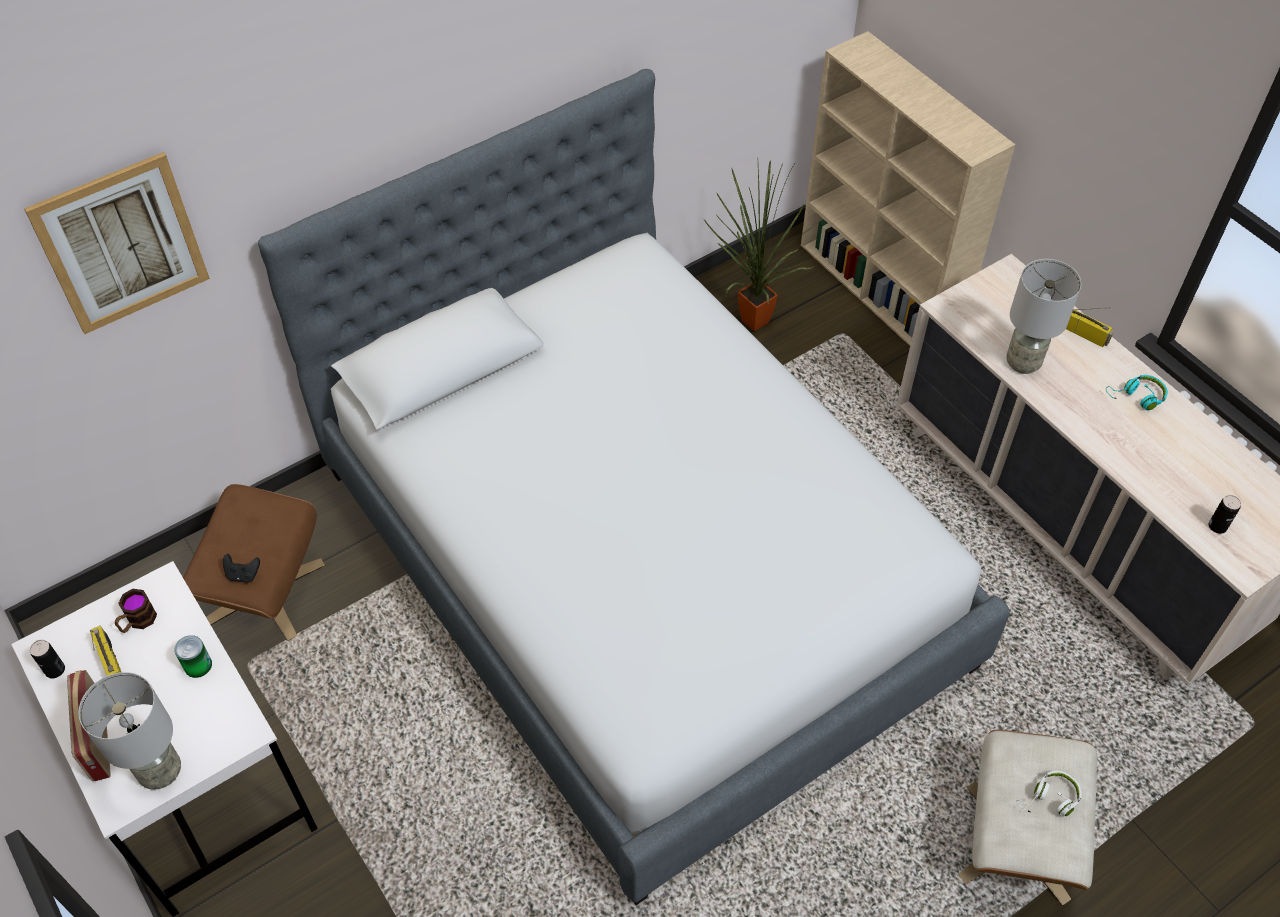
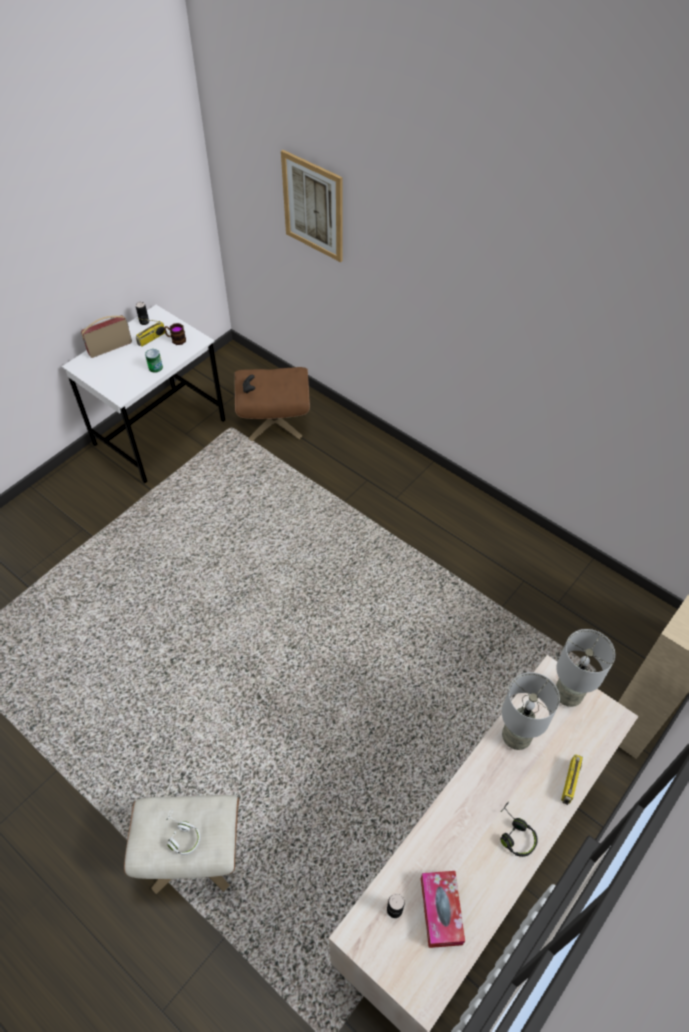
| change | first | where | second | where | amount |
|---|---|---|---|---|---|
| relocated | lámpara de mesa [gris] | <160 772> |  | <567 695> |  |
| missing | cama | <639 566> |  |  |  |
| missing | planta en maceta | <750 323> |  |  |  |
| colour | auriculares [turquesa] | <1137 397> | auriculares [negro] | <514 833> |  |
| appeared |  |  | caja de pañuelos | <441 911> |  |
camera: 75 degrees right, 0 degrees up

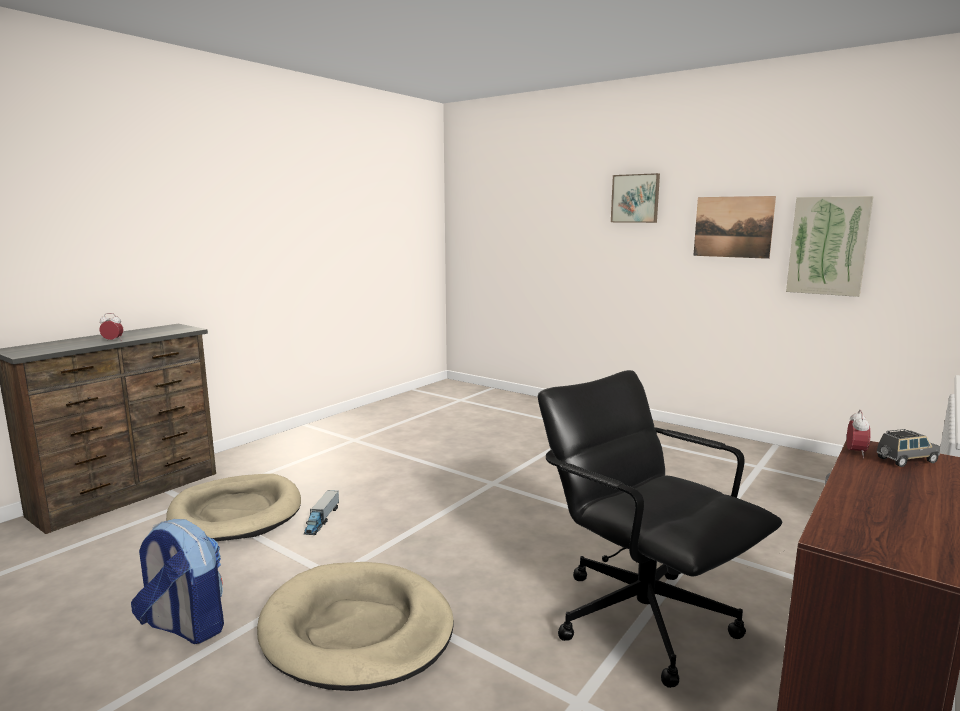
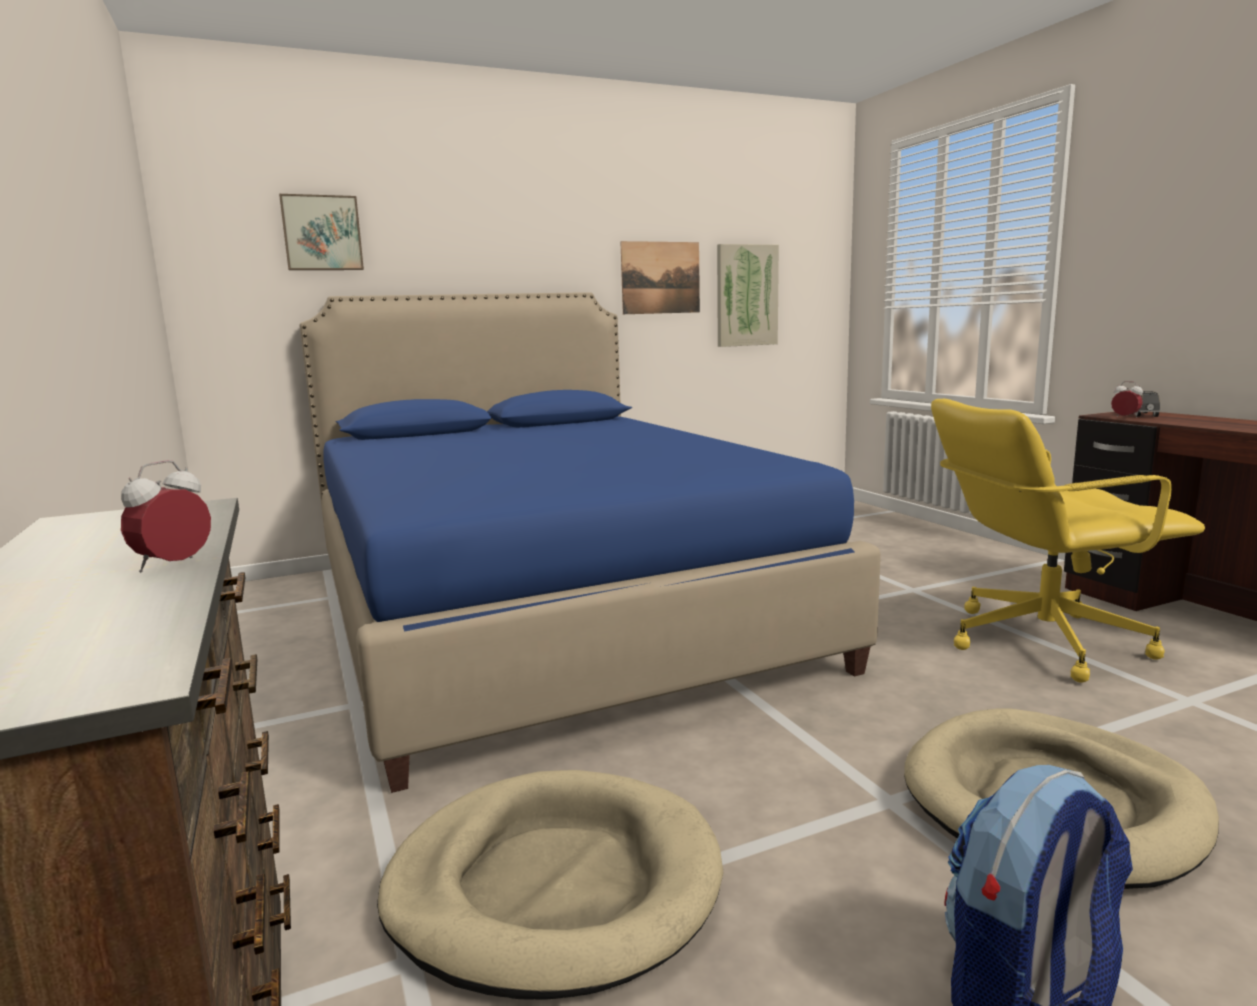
| change | first | where | second | where | amount |
|---|---|---|---|---|---|
| missing | camión de juguete | <322 520> |  |  |  |
| colour | silla de oficina [negro] | <642 618> | silla de oficina [amarillo] | <1041 641> |  |
| relocated | cuadro | <635 198> |  | <322 233> |  |
| appeared |  |  | cama [azul] | <545 612> |  |
camera: 60 degrees left, 0 degrees up

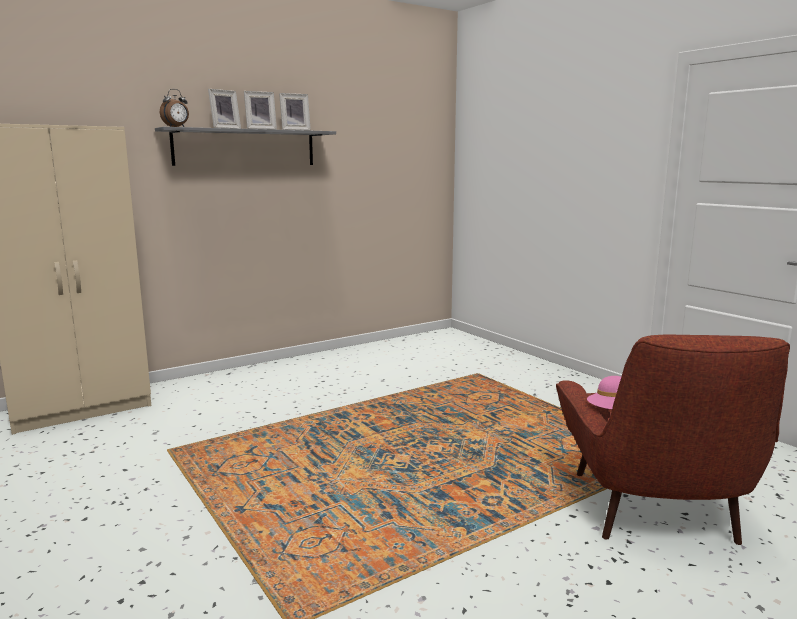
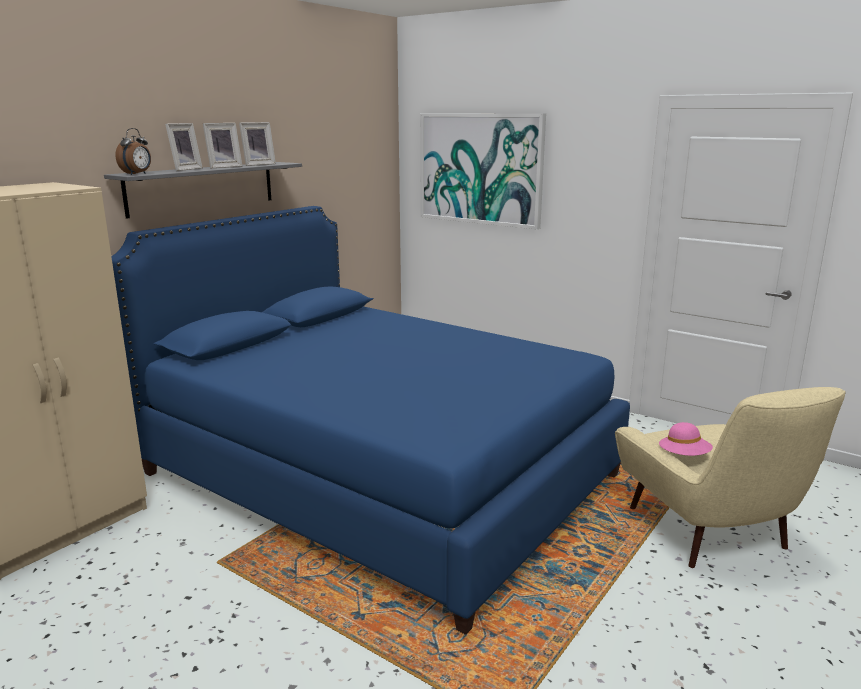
| change | first | where | second | where | amount |
|---|---|---|---|---|---|
| colour | sillón [rojo] | <654 513> | sillón [beis] | <711 533> |  |
| appeared |  |  | cama [azul] | <379 474> |  |
| appeared |  |  | cuadro | <480 169> |  |
camera: 20 degrees left, 5 degrees up

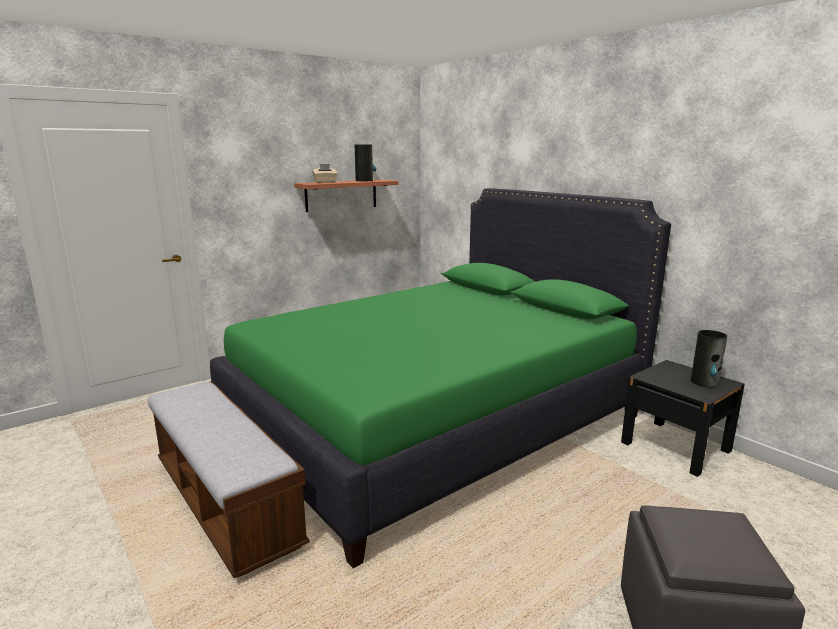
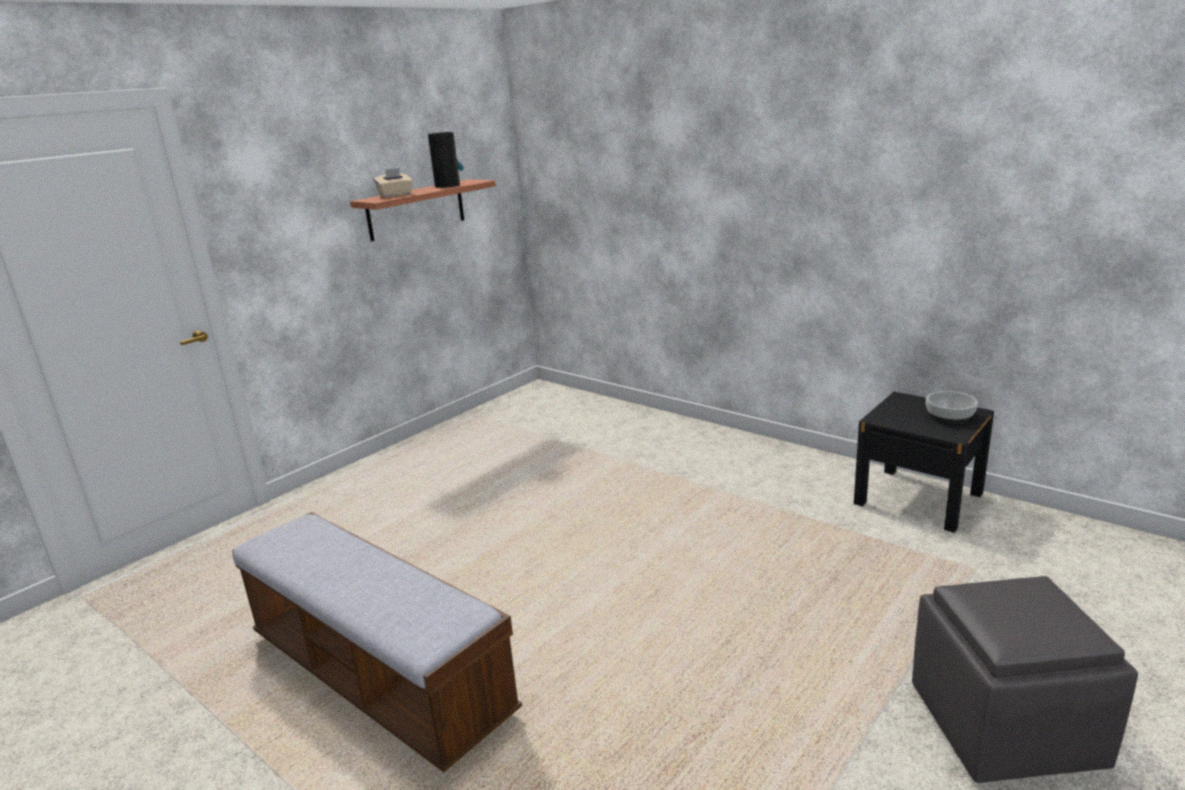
| change | first | where | second | where | amount |
|---|---|---|---|---|---|
| missing | cama [verde] | <434 421> |  |  |  |
| exchanged | florero | <705 382> | cuenco | <949 416> |  |
camera: 10 degrees left, 5 degrees up

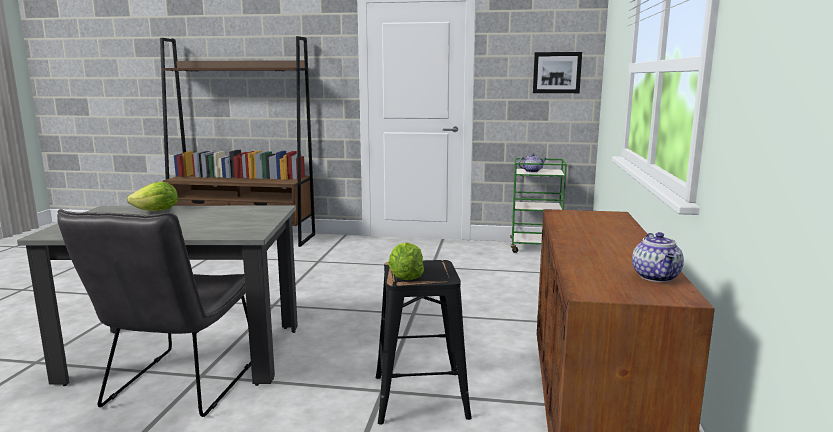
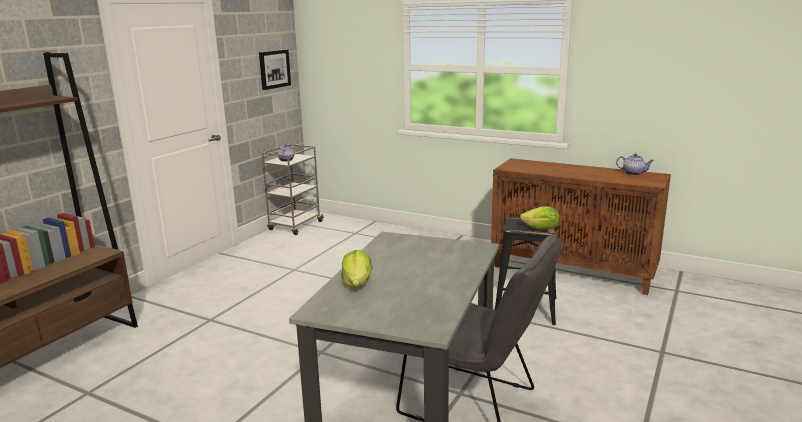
| change | first | where | second | where | amount |
|---|---|---|---|---|---|
| colour | carrito [verde] | <536 248> | carrito [gris] | <295 226> |  |
camera: 70 degrees left, 5 degrees up

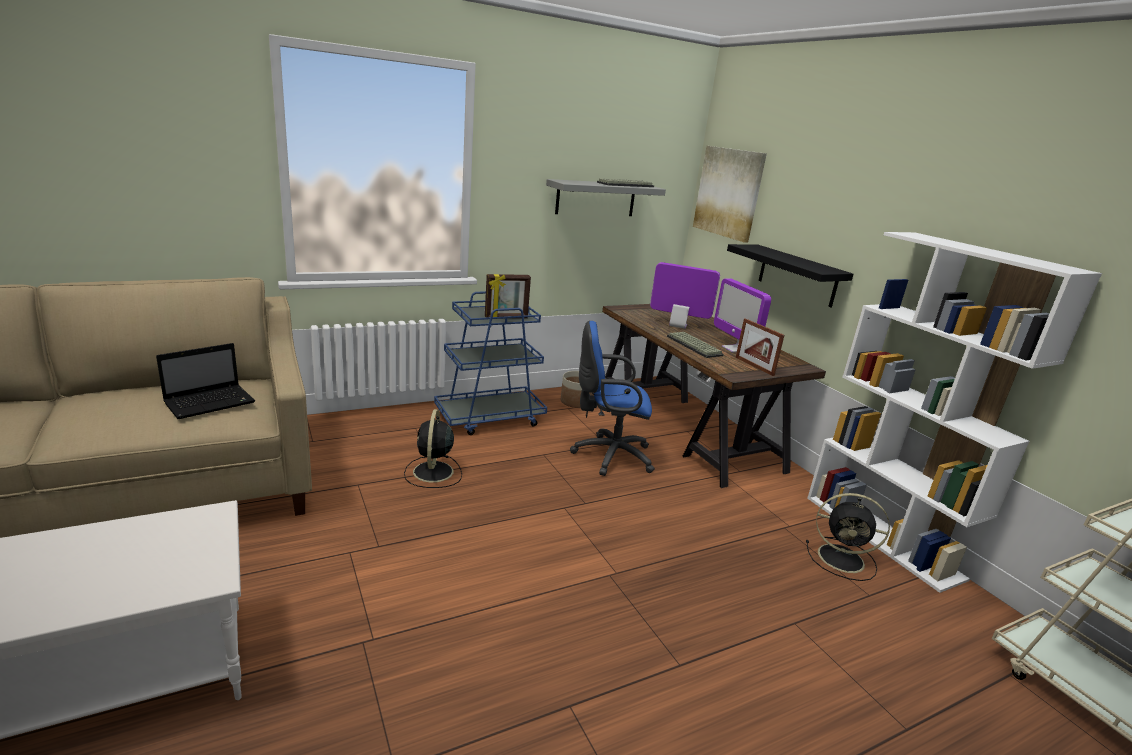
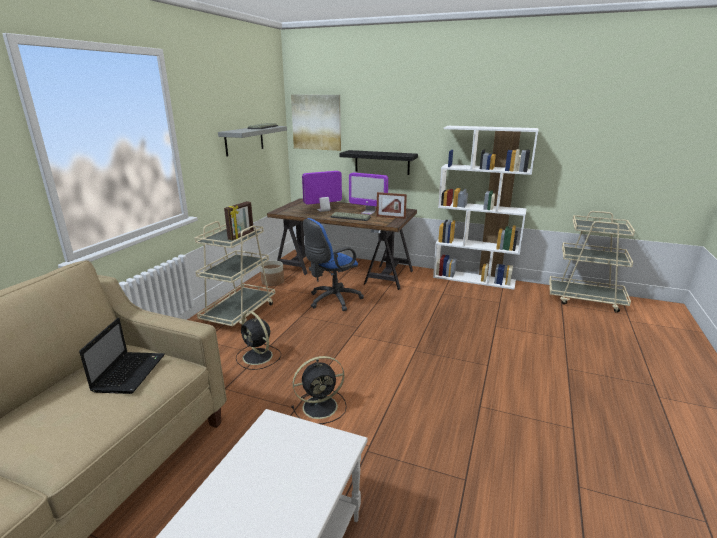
| change | first | where | second | where | amount |
|---|---|---|---|---|---|
| colour | carrito [azul] | <490 418> | carrito [beis] | <239 312> |  |
| relocated | ventilador [negro] | <843 559> |  | <321 406> |  |
camera: 40 degrees left, 0 degrees up

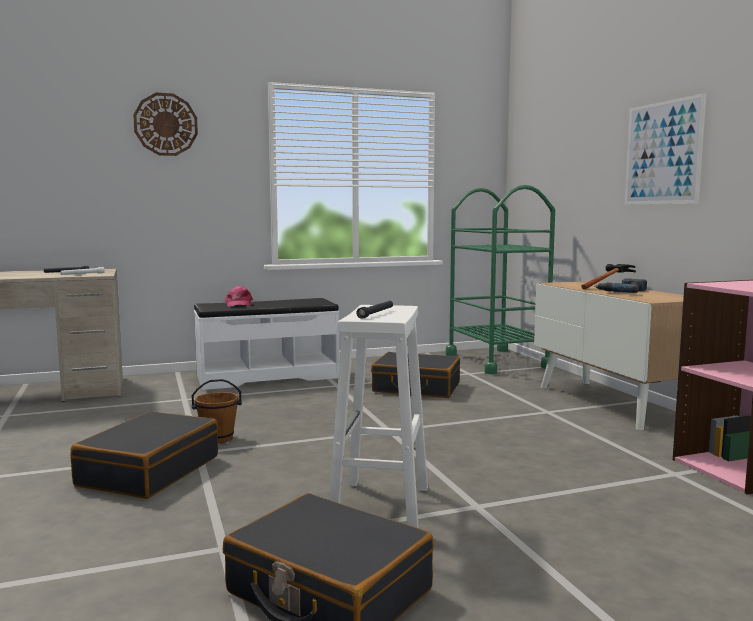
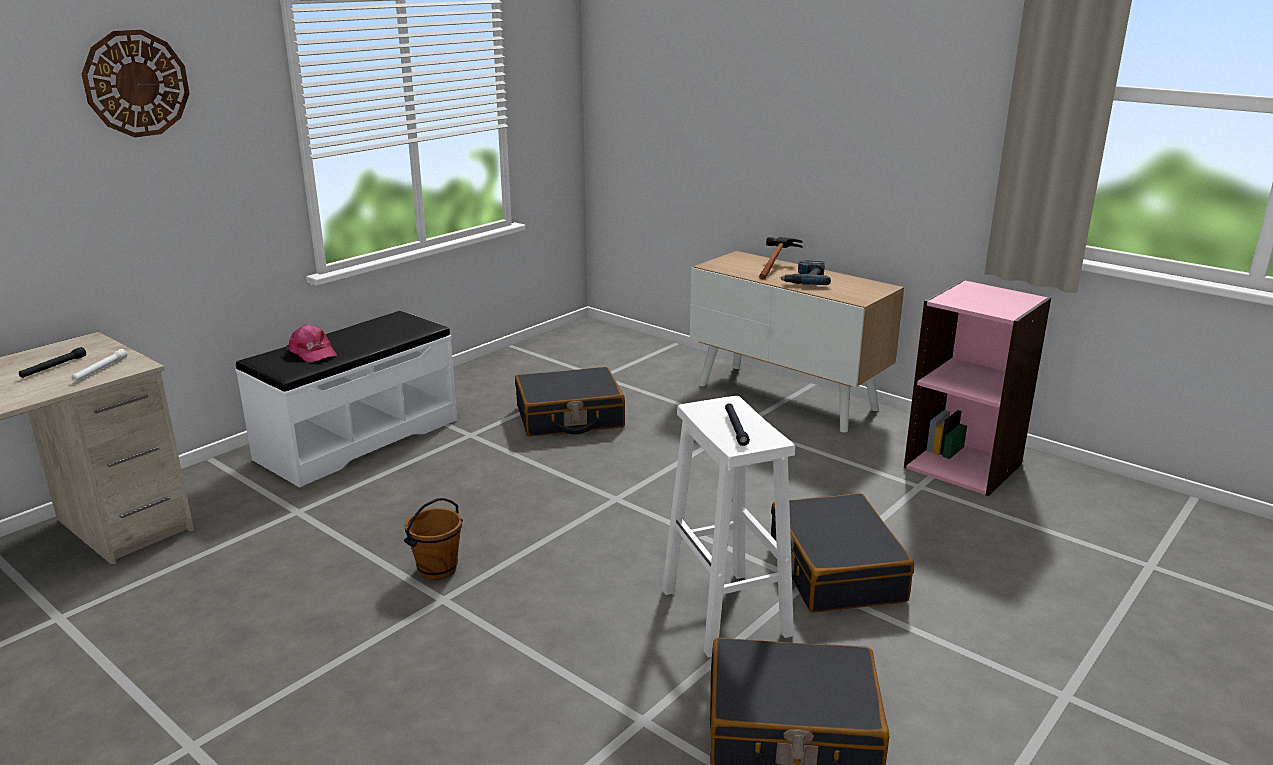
| change | first | where | second | where | amount |
|---|---|---|---|---|---|
| relocated | maleta [negro] | <149 471> |  | <834 570> |  |
| missing | carrito [verde] | <497 361> |  |  |  |
| missing | cuadro | <663 153> |  |  |  |
camera: 30 degrees left, 15 degrees up

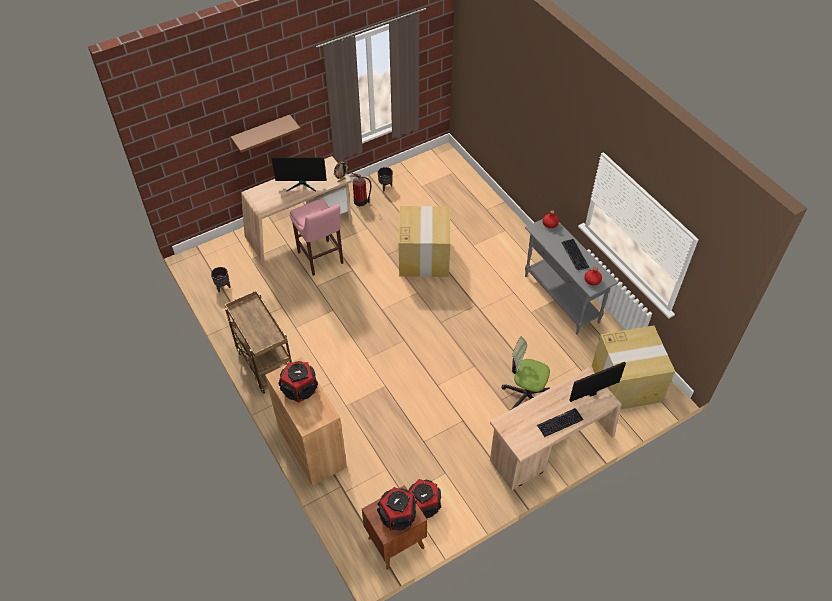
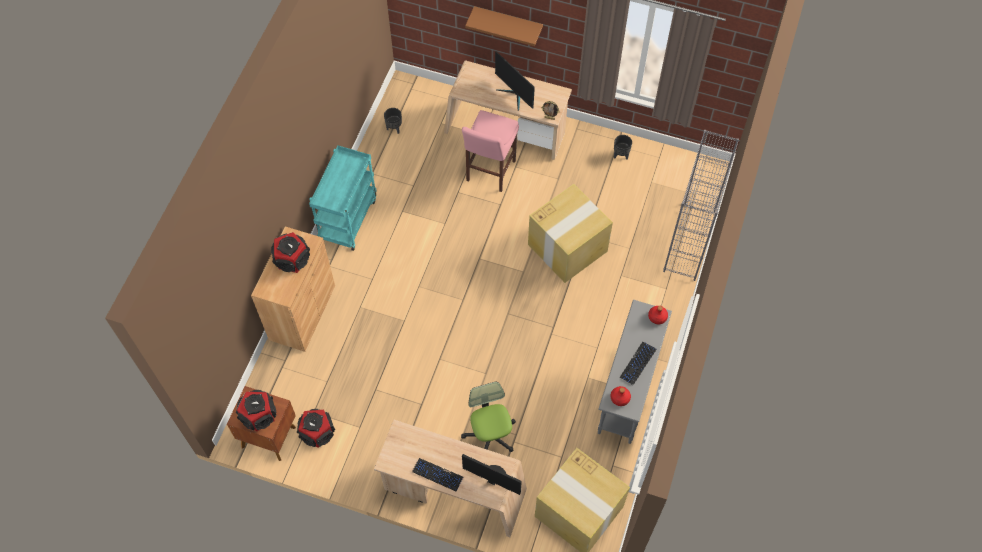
| change | first | where | second | where | amount |
|---|---|---|---|---|---|
| colour | carrito [marrón] | <264 364> | carrito [turquesa] | <348 218> |  |
| missing | extintor | <361 201> |  |  |  |
| appeared |  |  | estantería [gris] | <689 241> |  |
camera: 50 degrees right, 10 degrees up

